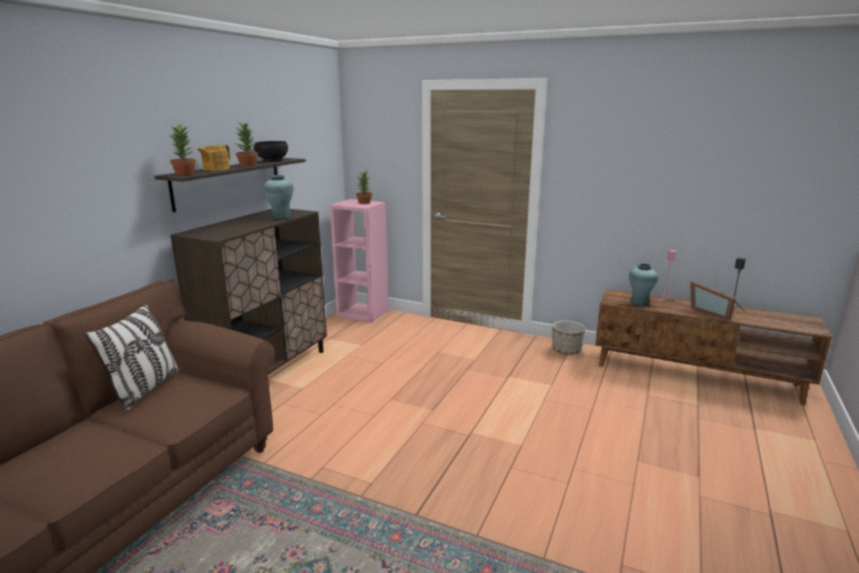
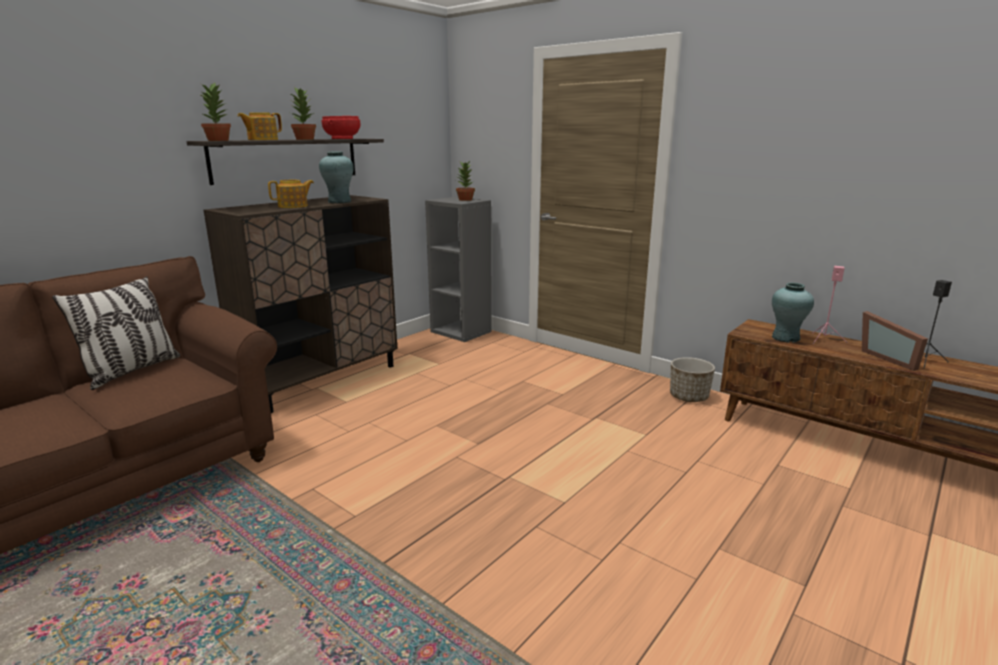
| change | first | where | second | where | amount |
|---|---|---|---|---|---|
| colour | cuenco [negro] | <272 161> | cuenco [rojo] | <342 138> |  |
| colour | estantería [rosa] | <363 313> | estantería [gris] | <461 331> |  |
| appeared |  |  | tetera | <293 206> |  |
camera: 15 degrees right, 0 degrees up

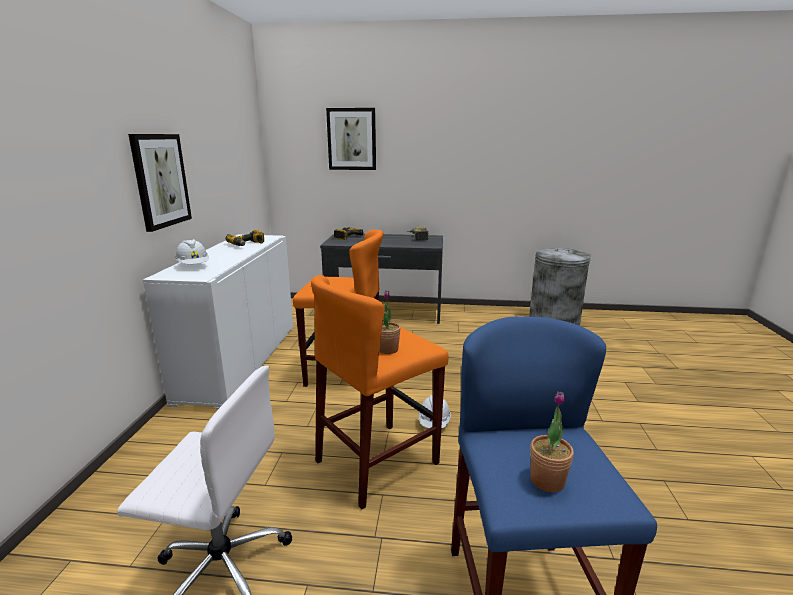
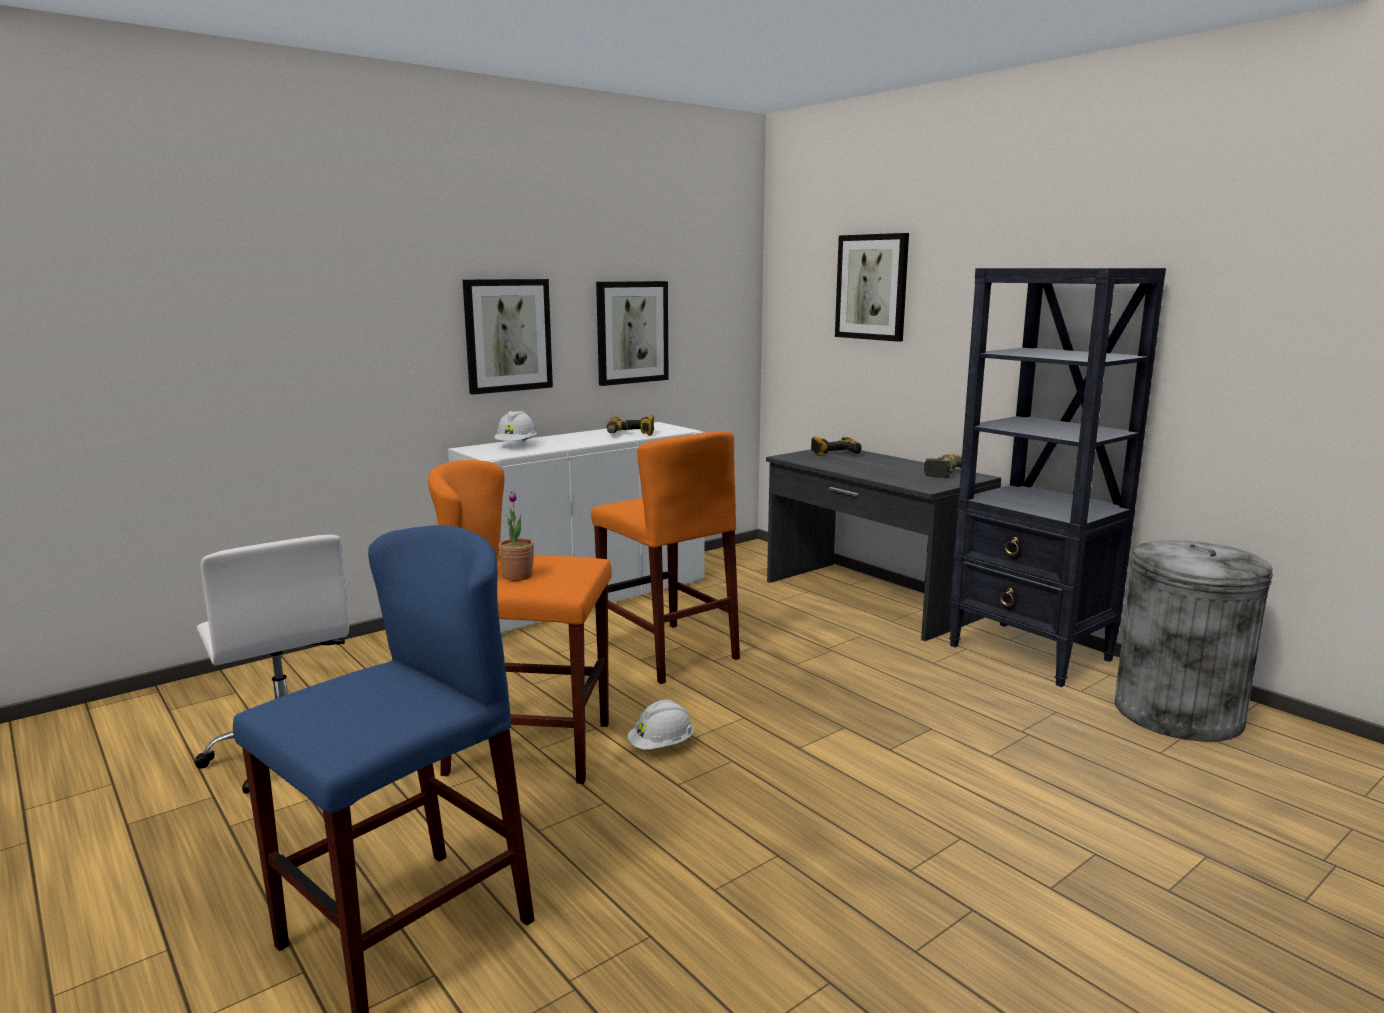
| change | first | where | second | where | amount |
|---|---|---|---|---|---|
| missing | planta en maceta | <547 480> |  |  |  |
| appeared |  |  | cuadro | <632 332> |  |
| appeared |  |  | estantería [negro] | <1031 653> |  |
camera: 45 degrees right, 5 degrees down

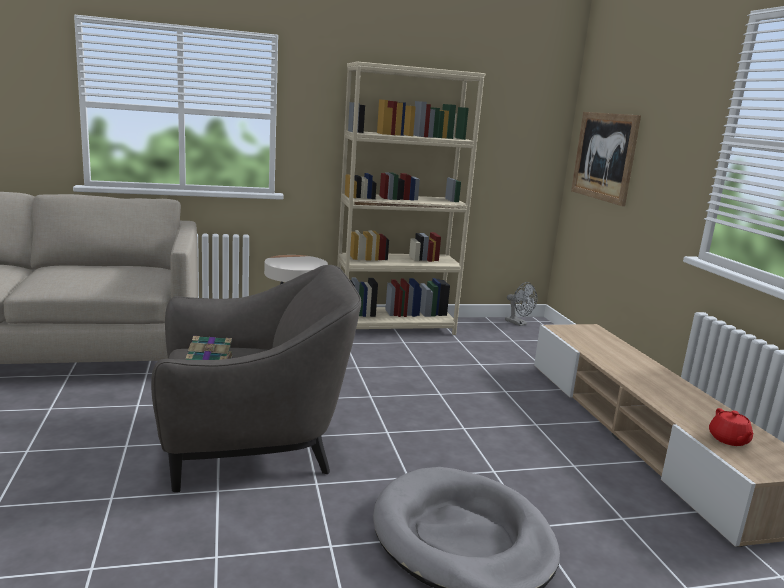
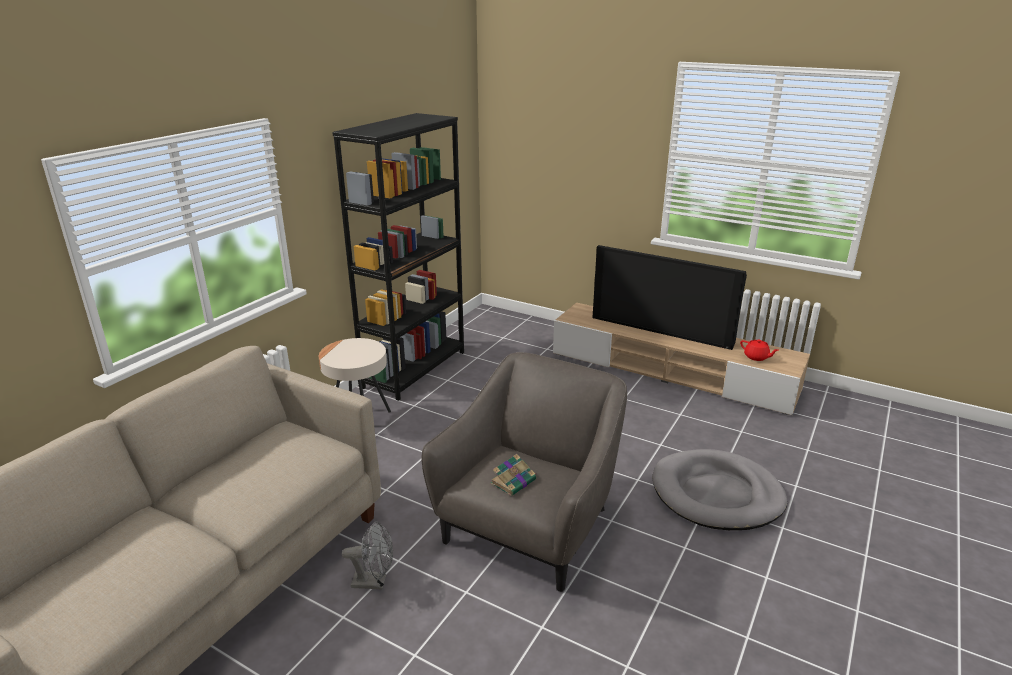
| change | first | where | second | where | amount |
|---|---|---|---|---|---|
| colour | estantería [beis] | <394 327> | estantería [negro] | <415 369> |  |
| relocated | ventilador [gris] | <518 323> |  | <374 582> |  |
| missing | cuadro | <604 156> |  |  |  |
| appeared |  |  | televisor | <662 330> |  |
camera: 45 degrees left, 10 degrees up

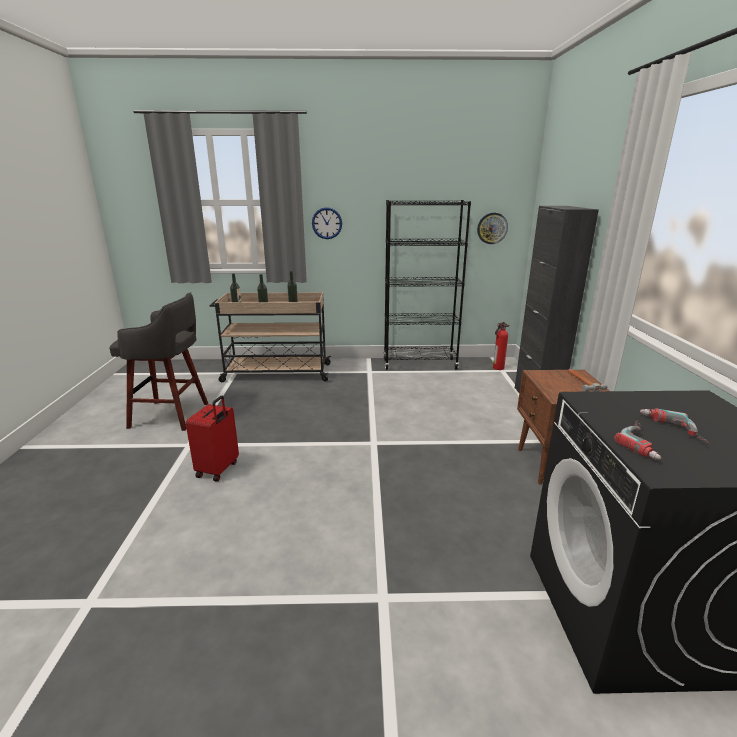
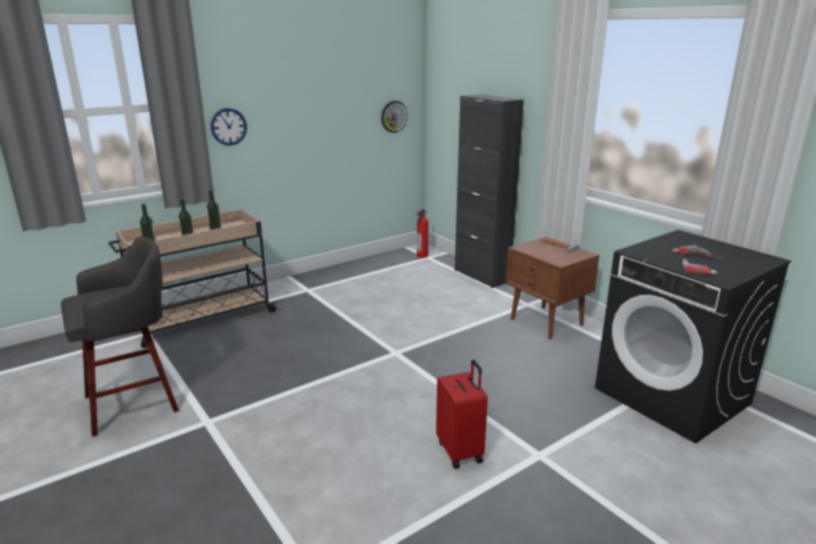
| change | first | where | second | where | amount |
|---|---|---|---|---|---|
| relocated | maleta [rojo] | <218 469> |  | <461 451> |  |
| missing | estantería [negro] | <419 364> |  |  |  |
camera: 35 degrees left, 0 degrees up

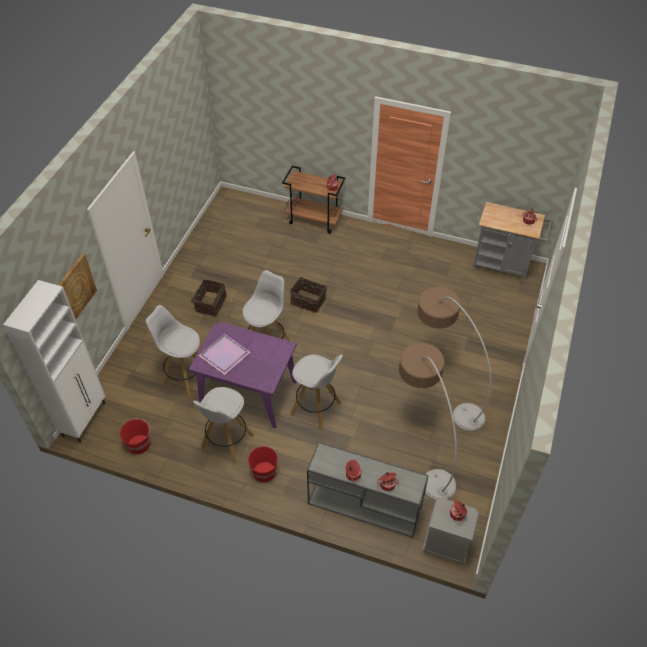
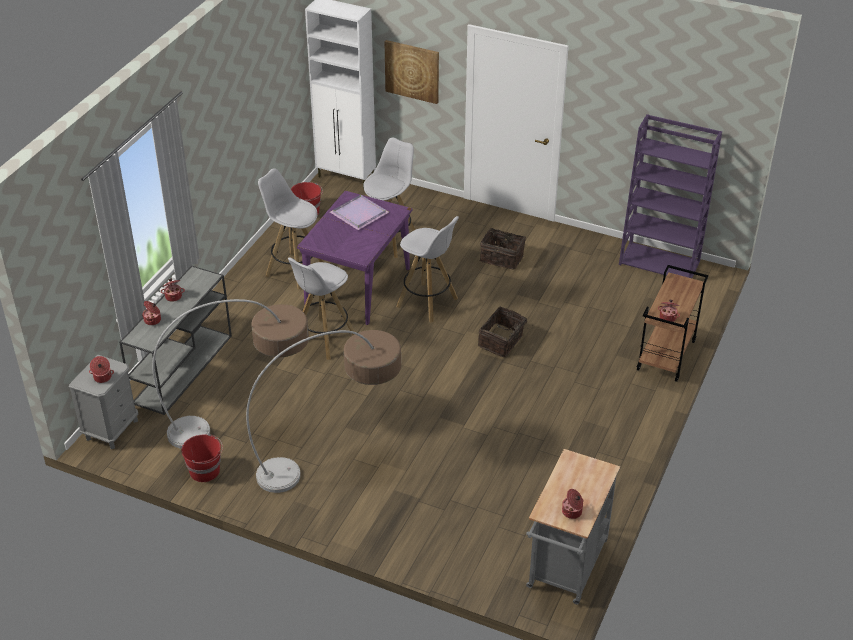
| change | first | where | second | where | amount |
|---|---|---|---|---|---|
| relocated | cubo [rojo] | <264 471> |  | <205 471> |  |
| appeared |  |  | estantería [morado] | <660 263> |  |
camera: 95 degrees right, 10 degrees down

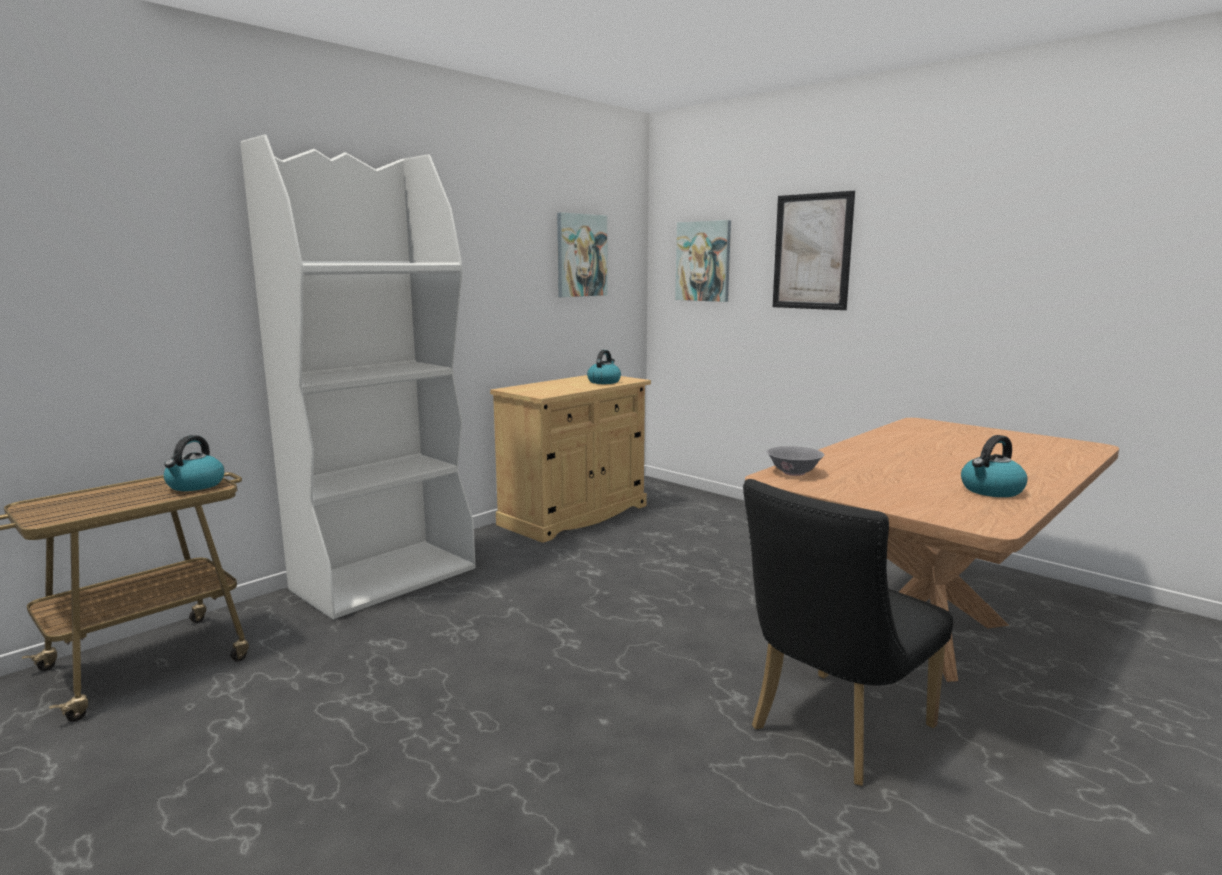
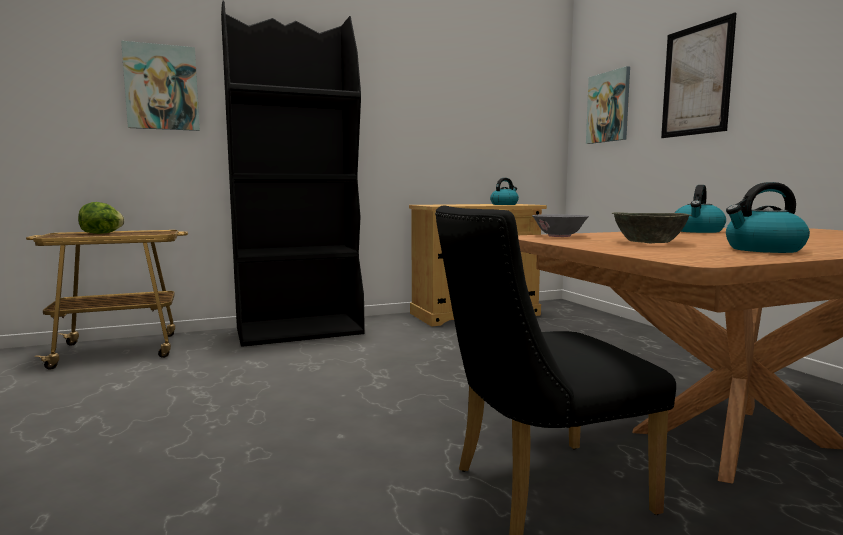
| change | first | where | second | where | amount |
|---|---|---|---|---|---|
| relocated | hervidor | <195 485> |  | <697 231> |  |
| colour | estantería [blanco] | <385 578> | estantería [negro] | <300 331> |  |
| relocated | cuadro | <581 255> |  | <162 87> |  |
| appeared |  |  | lechuga | <102 233> |  |
| appeared |  |  | cuenco [gris] | <650 242> |  |
camera: 25 degrees right, 5 degrees down

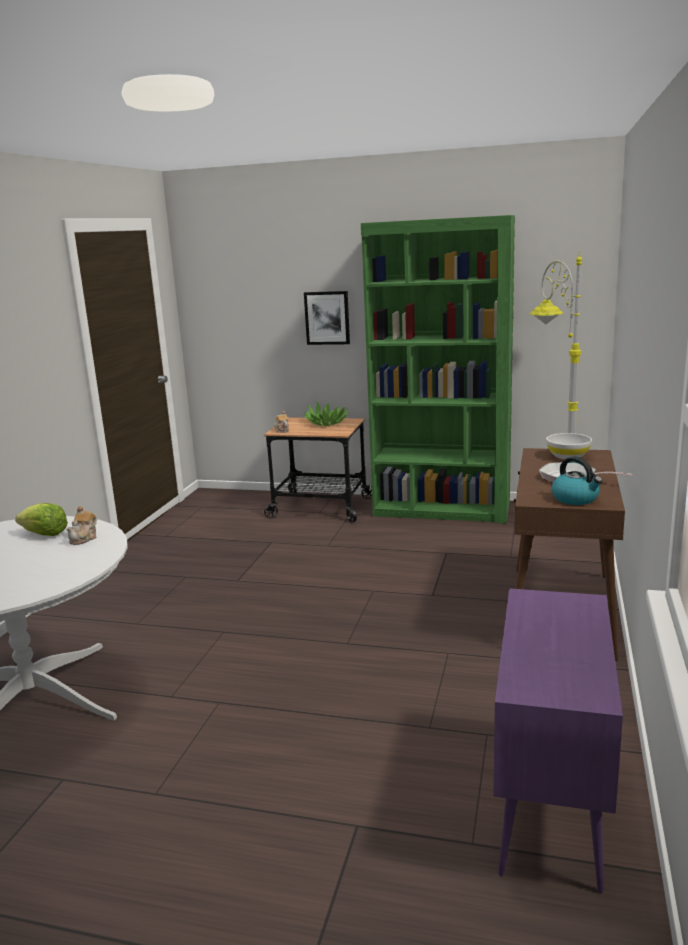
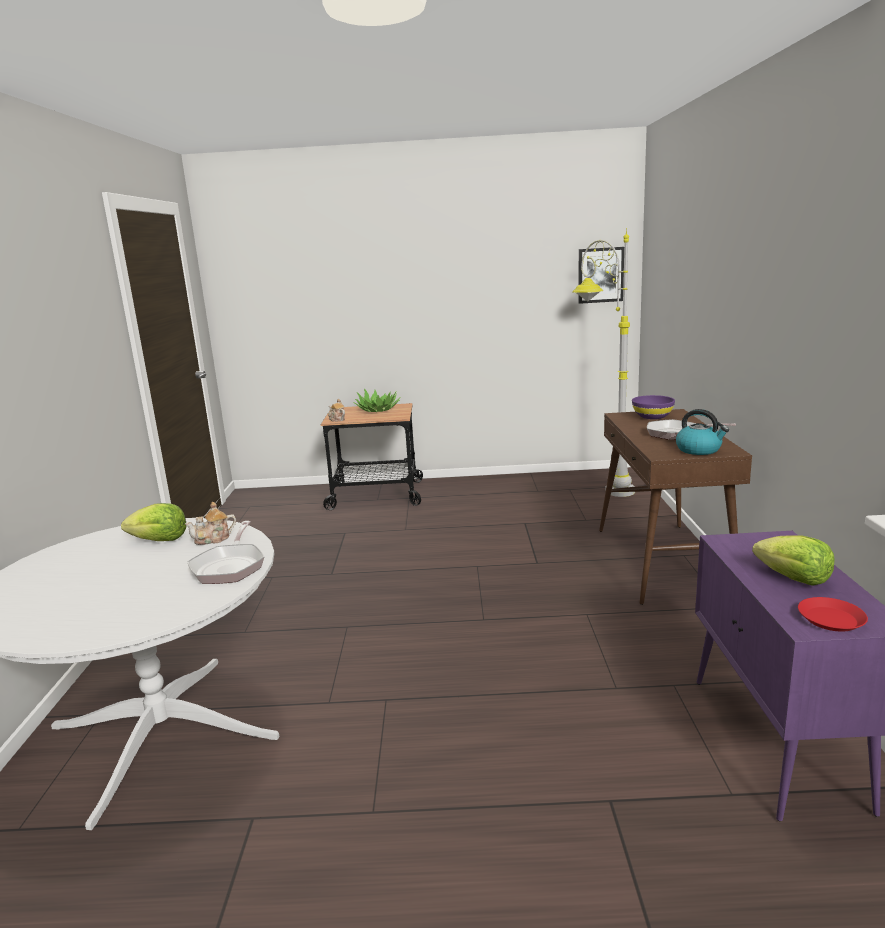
| change | first | where | second | where | amount |
|---|---|---|---|---|---|
| spun | tetera | <84 538> |  | <213 539> | 60 degrees clockwise |
| relocated | cuadro | <327 318> |  | <600 275> |  |
| missing | estantería [verde] | <442 509> |  |  |  |
| colour | cuenco [blanco] | <568 456> | cuenco [morado] | <652 416> |  |
| appeared |  |  | sartén | <230 566> |  |
| appeared |  |  | lechuga | <793 578> |  |
| appeared |  |  | plato [rojo] | <831 619> |  |
camera: 15 degrees left, 0 degrees up

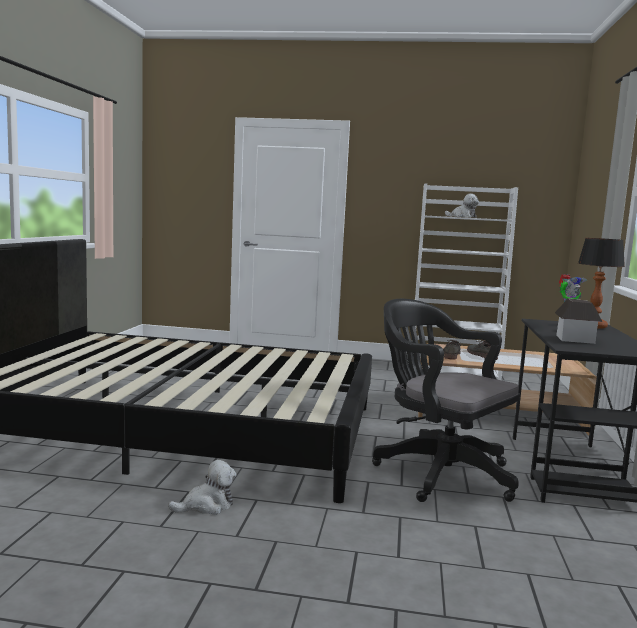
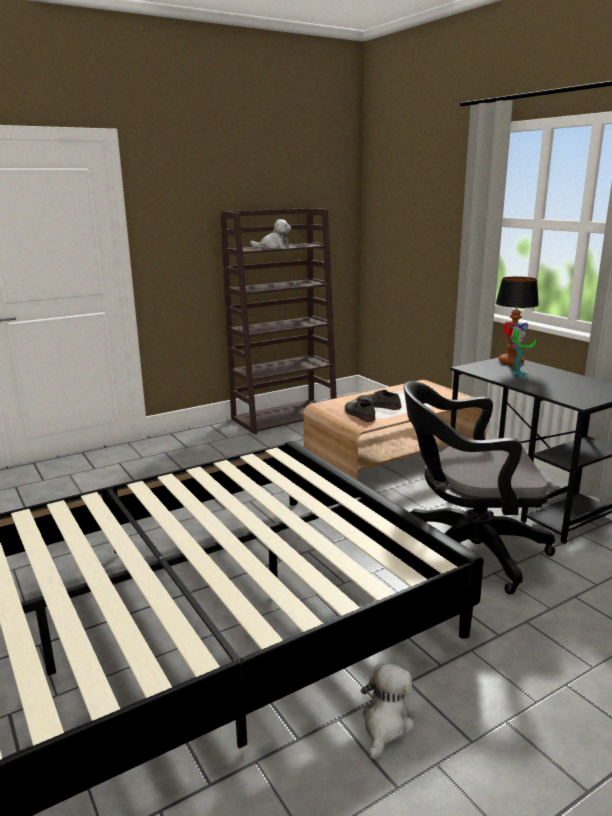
| change | first | where | second | where | amount |
|---|---|---|---|---|---|
| colour | estantería [blanco] | <454 371> | estantería [marrón] | <285 416> |  |
| missing | casita | <575 339> |  |  |  |
camera: 40 degrees left, 10 degrees up

